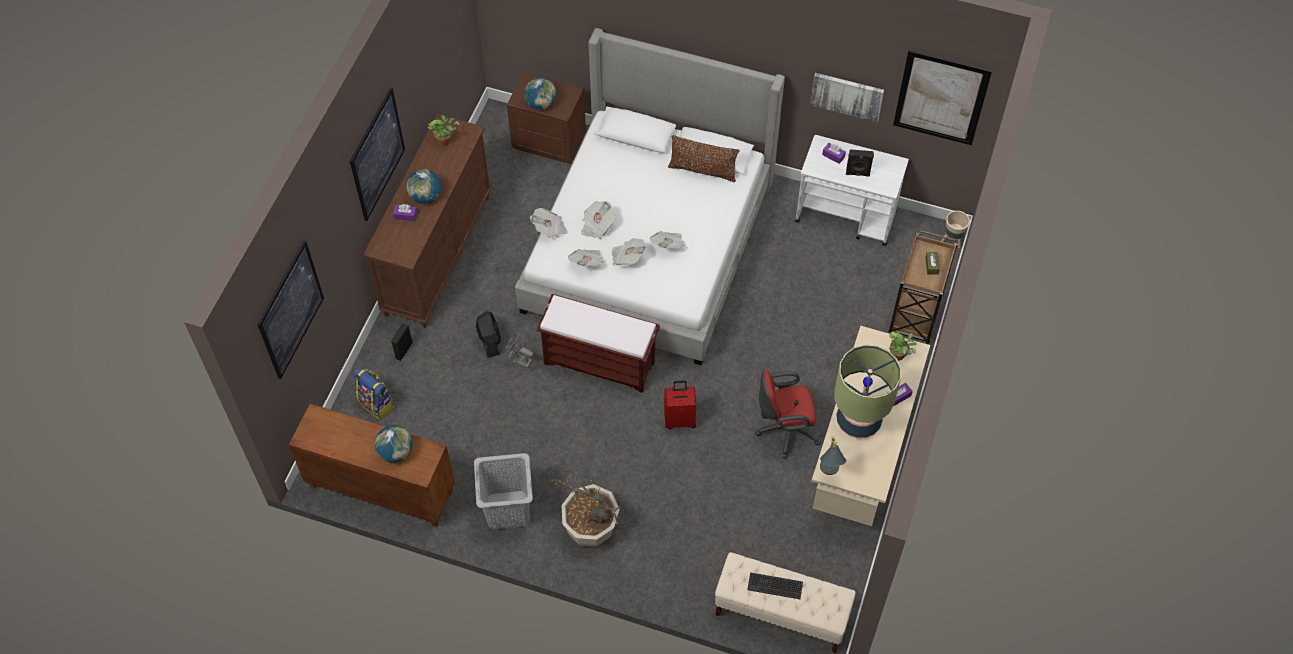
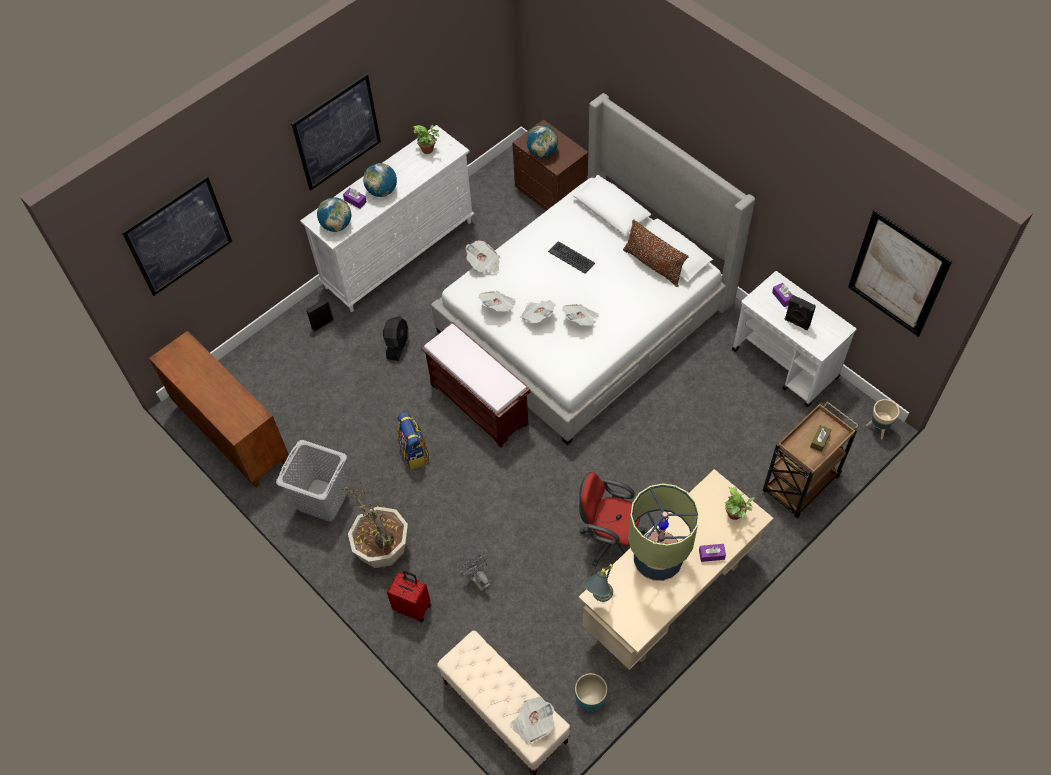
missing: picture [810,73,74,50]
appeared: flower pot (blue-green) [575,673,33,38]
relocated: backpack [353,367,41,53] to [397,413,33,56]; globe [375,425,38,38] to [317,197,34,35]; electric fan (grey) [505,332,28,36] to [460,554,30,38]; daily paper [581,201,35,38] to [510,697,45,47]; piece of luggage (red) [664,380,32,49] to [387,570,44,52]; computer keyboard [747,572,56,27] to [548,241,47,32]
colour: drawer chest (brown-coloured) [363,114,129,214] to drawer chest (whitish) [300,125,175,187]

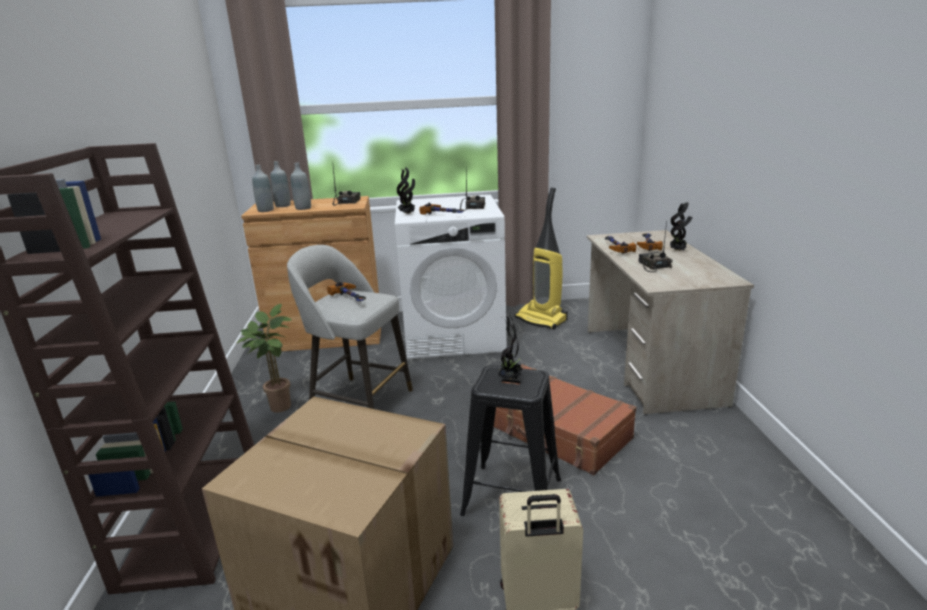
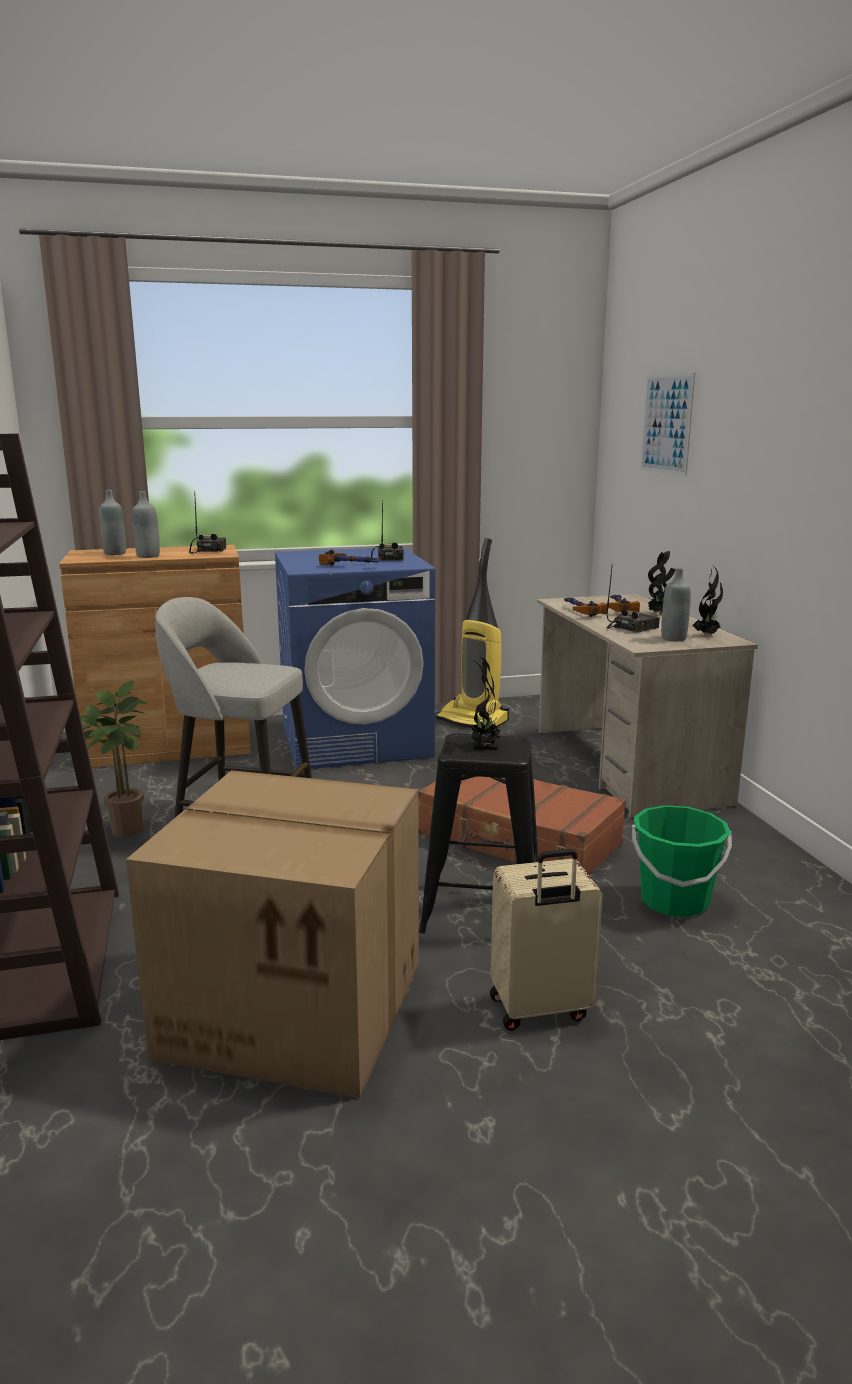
missing: tool hammer [327,282,39,19]
appeared: water bucket (green-coloured) [632,805,100,112]; picture [641,373,54,103]
relocated: bottle (grey) [252,165,22,47] to [661,568,30,73]; potted plant [397,167,18,47] to [692,566,31,69]
colour: laundry appliance (whitish) [395,195,112,164] to laundry appliance (blue) [275,547,160,222]
spun: radio [638,221,35,51] = [607,567,53,66] 75 degrees clockwise

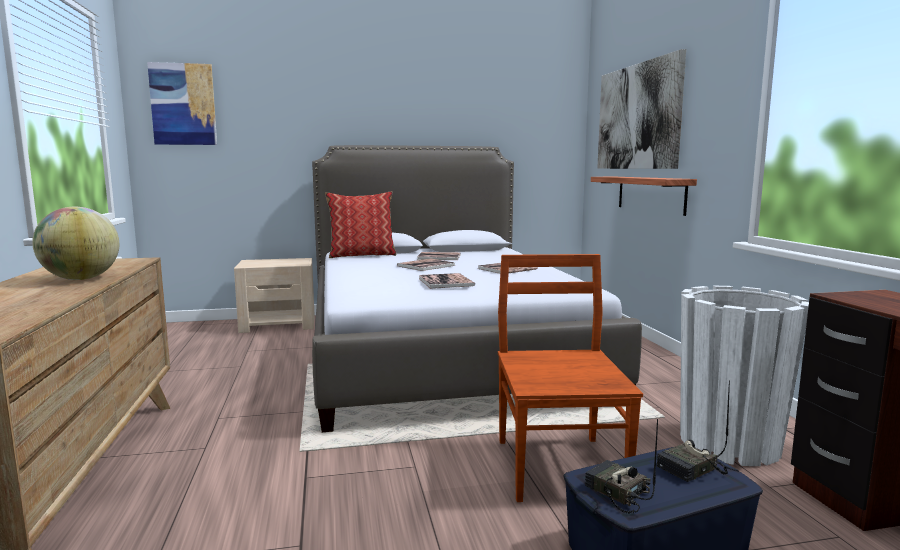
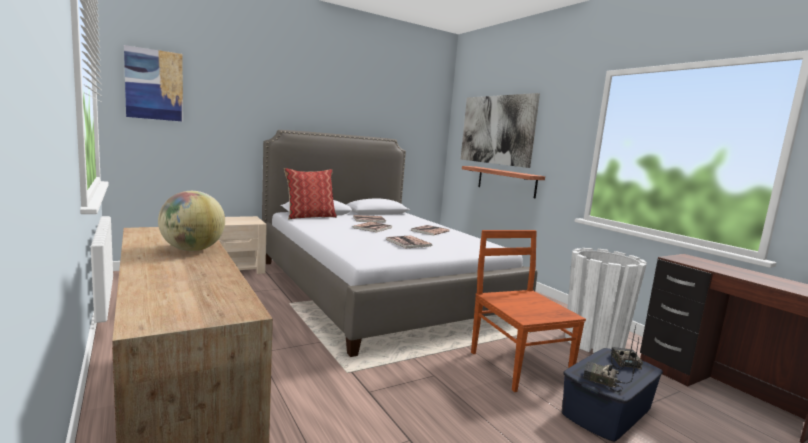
spun: radio [657,381,73,101] = [611,323,32,47] 150 degrees clockwise

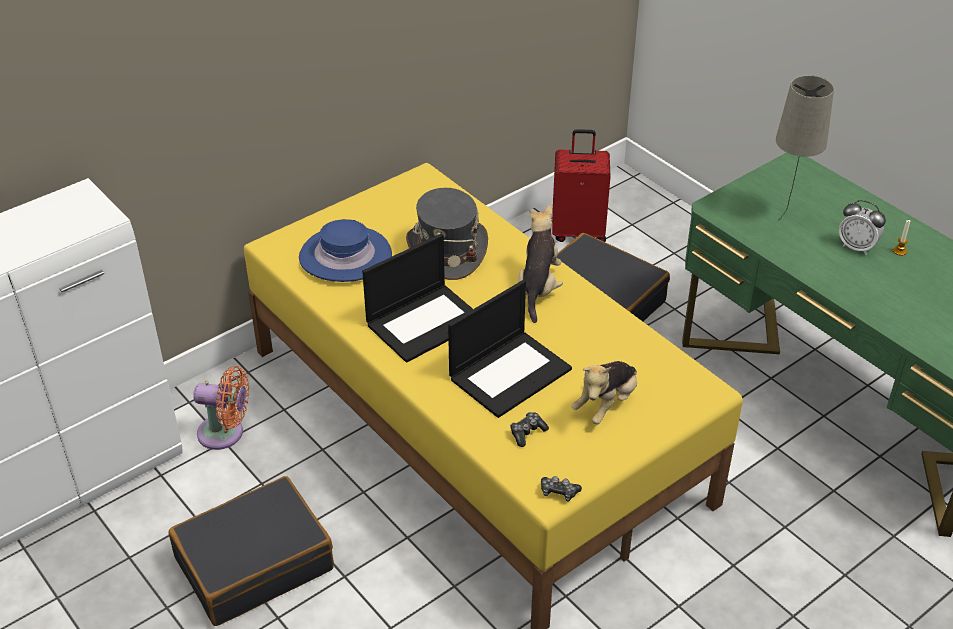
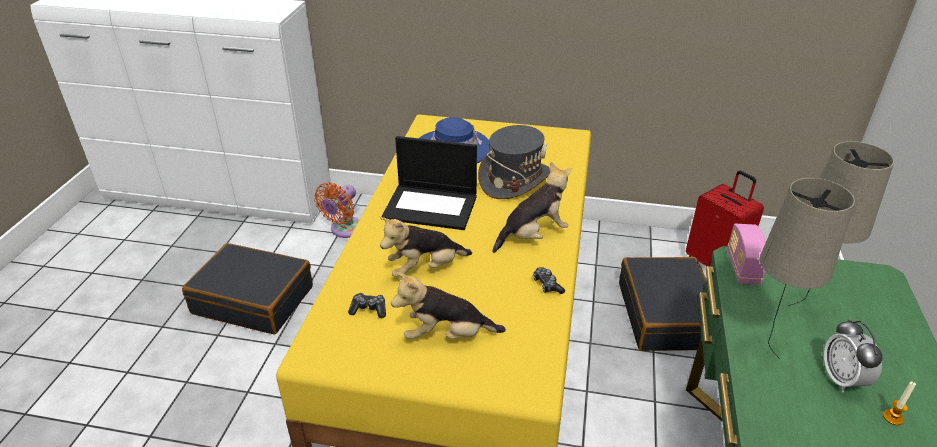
appeared: radio [727,224,39,61]; lamp for a table (beige-coloured) [760,178,95,181]
relocated: gamepad [541,476,41,25] to [533,267,32,27]
exchanged: portable computer [448,280,124,138] to cuddly toy [380,217,92,60]
spun: electric fan (orangey) [193,366,56,84] = [314,182,46,56] 60 degrees clockwise

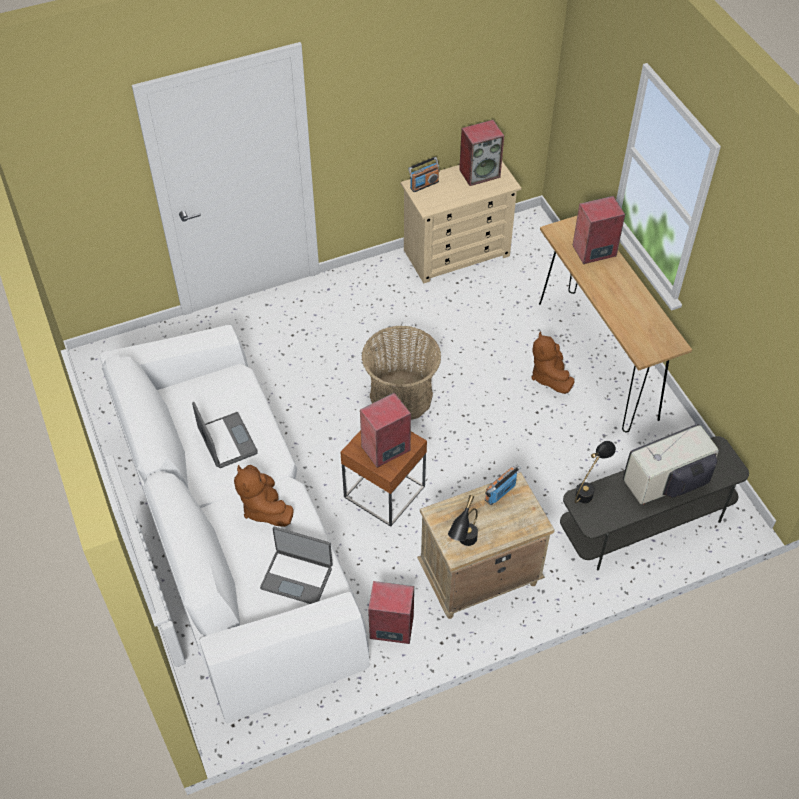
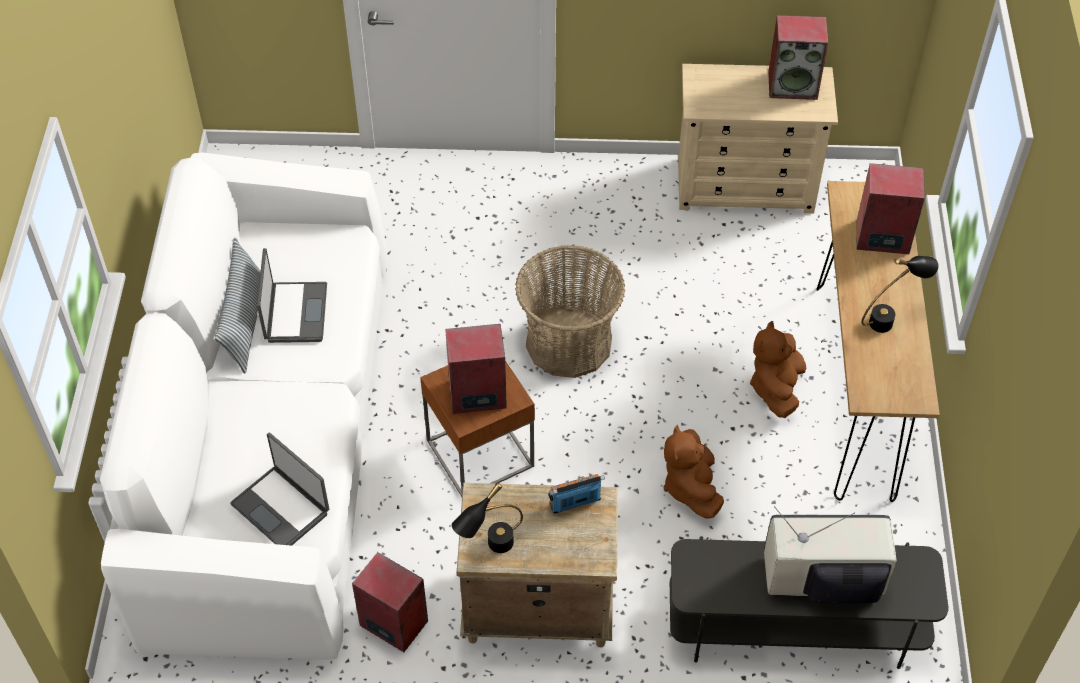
missing: radio [408,157,32,35]
appeared: throw pillow [215,238,46,136]
relocated: cuddly toy (brown-coloured) [234,465,60,62] to [664,425,60,94]; lamp for a table (black-coloured) [575,441,41,62] to [861,256,78,77]

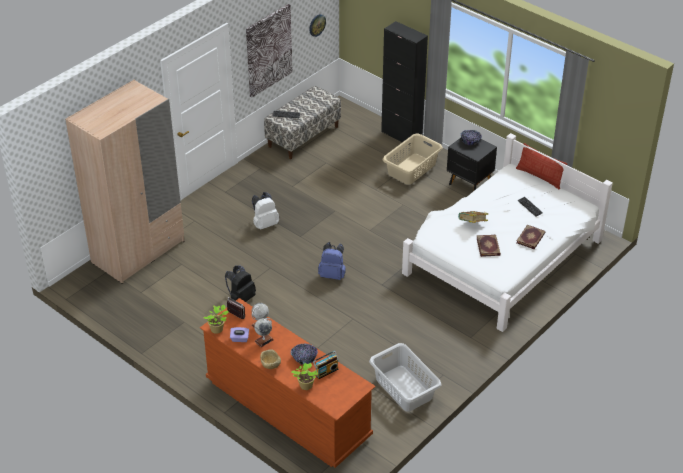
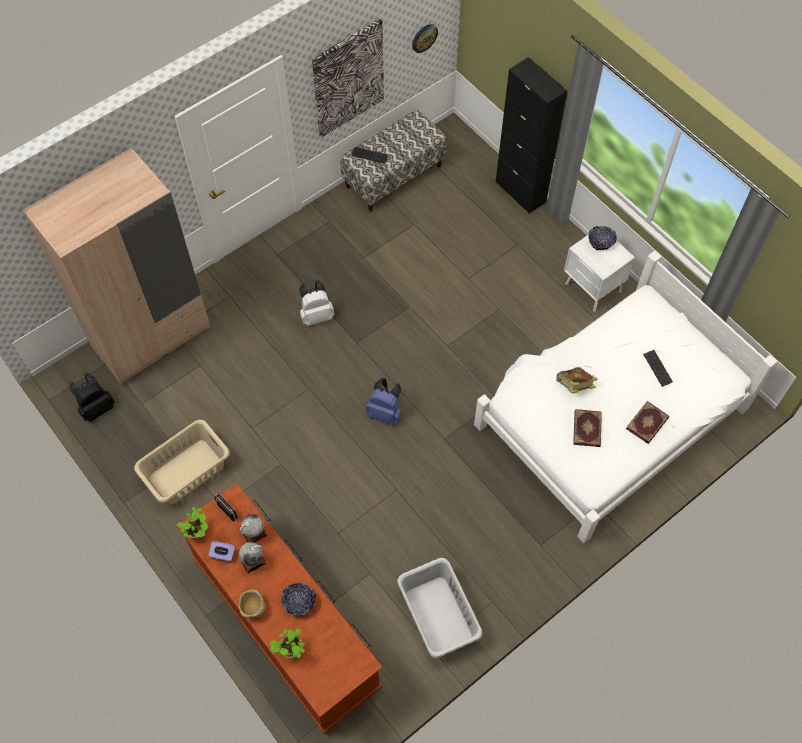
missing: radio [313,351,26,28]; throw pillow [516,143,52,46]
relocated: backpack (black-coloured) [225,266,31,36] to [70,373,45,49]; washing basket (beige-coloured) [382,134,61,51] to [134,420,96,84]
colour: bedside table (black-coloured) [447,138,50,53] to bedside table (whitish) [564,235,71,77]

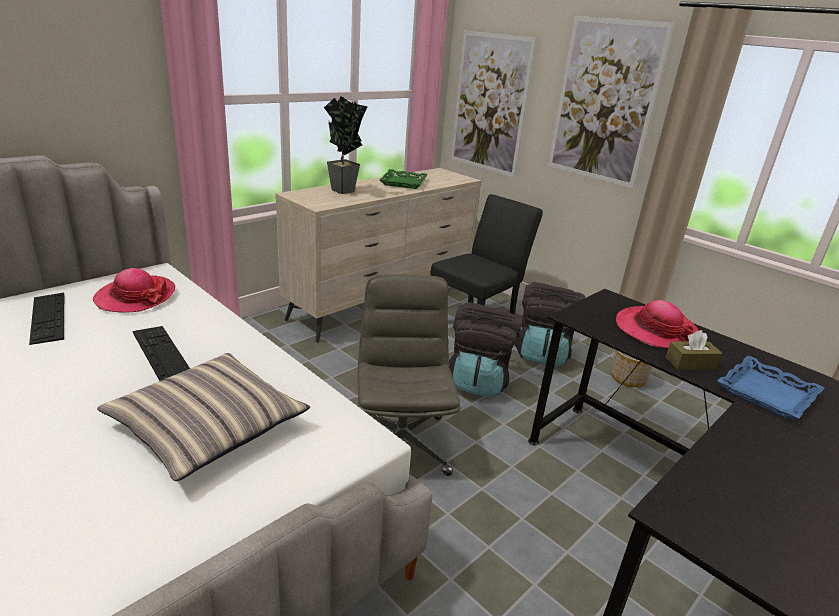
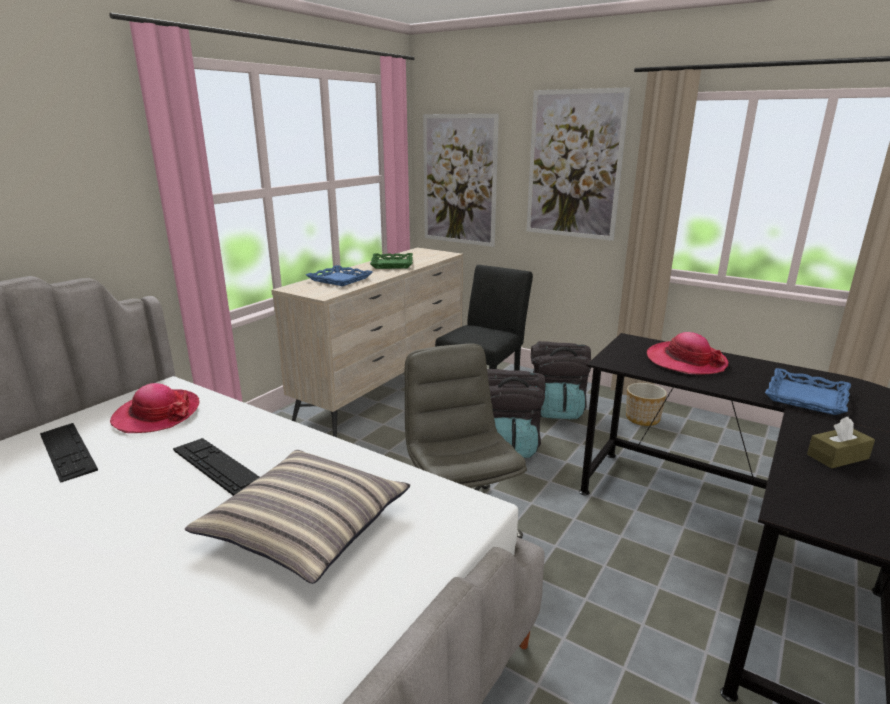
relocated: tissue holder (brown-coloured) [665,330,58,40] to [807,417,68,52]
exchanged: potted plant [324,96,44,98] to carrying tray (blue) [306,265,67,21]

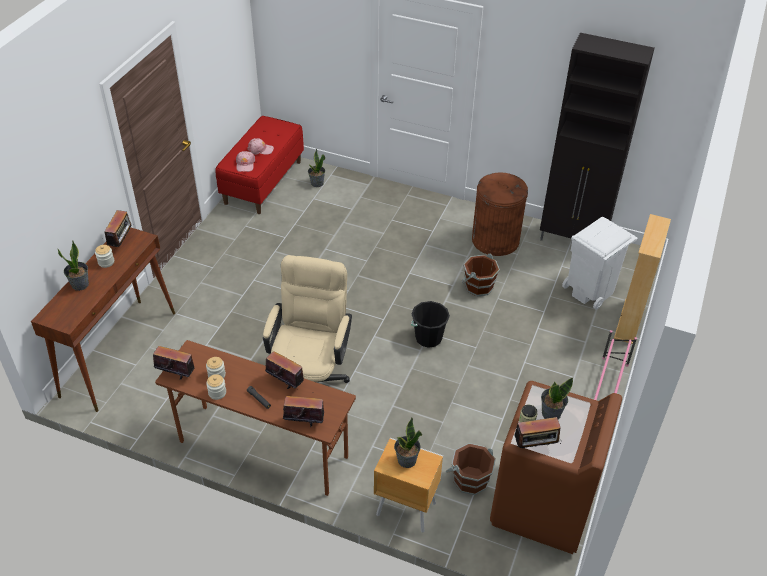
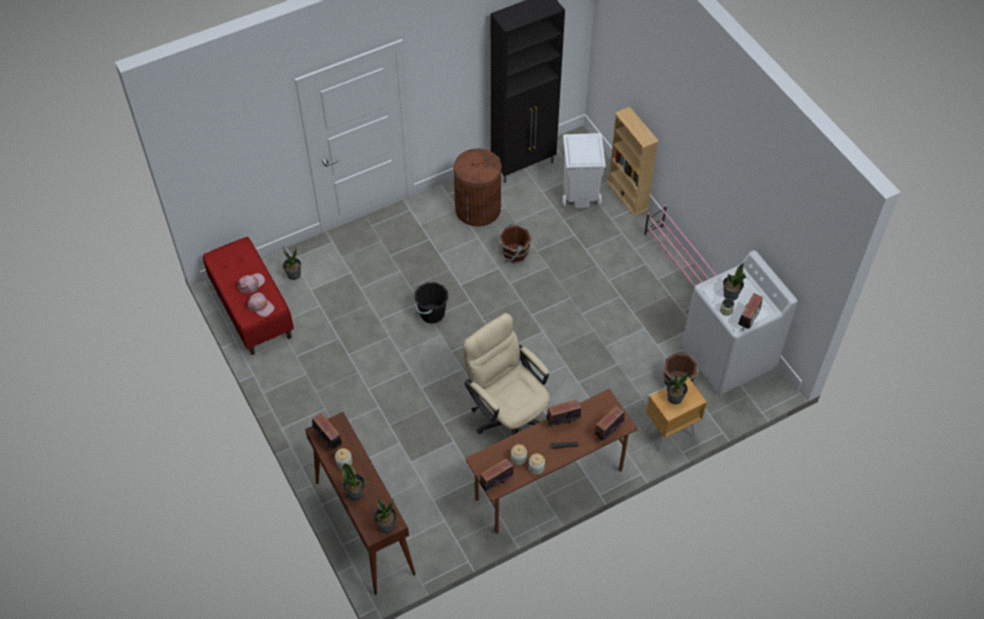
appeared: potted plant [374,495,23,38]
relocated: water bucket (black-coloured) [411,301,39,47] to [414,282,34,41]
colour: laundry appliance (brown-coloured) [490,381,132,173] to laundry appliance (whitish) [682,250,116,145]

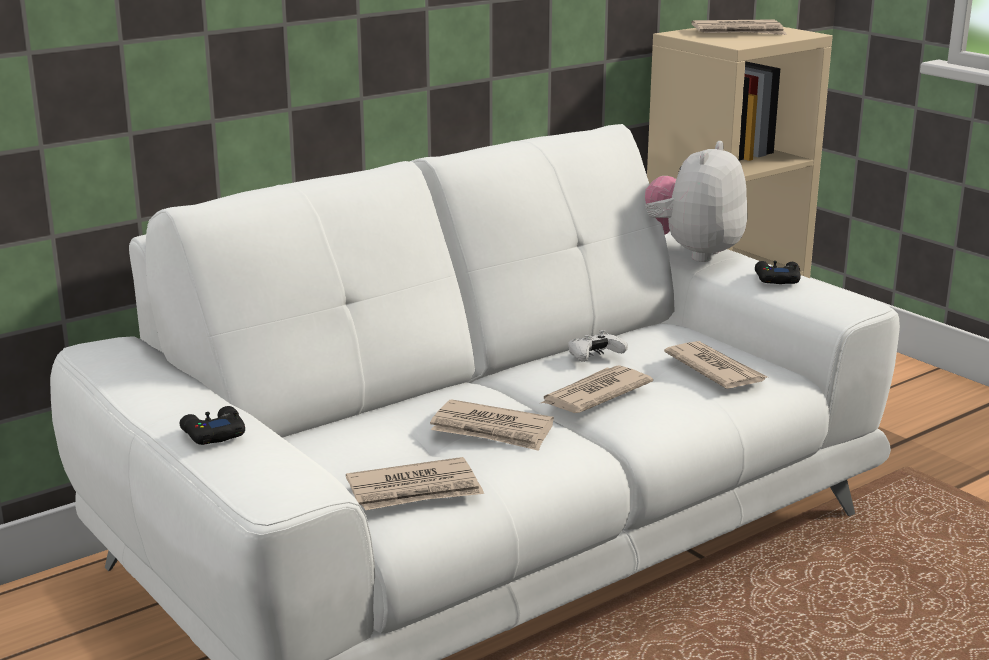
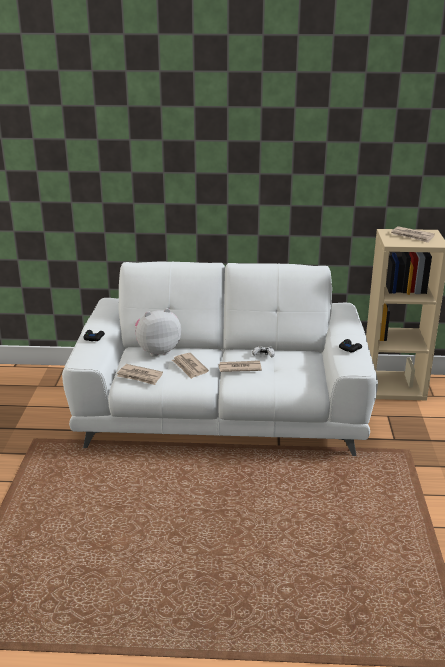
missing: daily paper [664,341,103,48]
relocated: cuddly toy [645,141,102,121] to [135,308,46,49]

